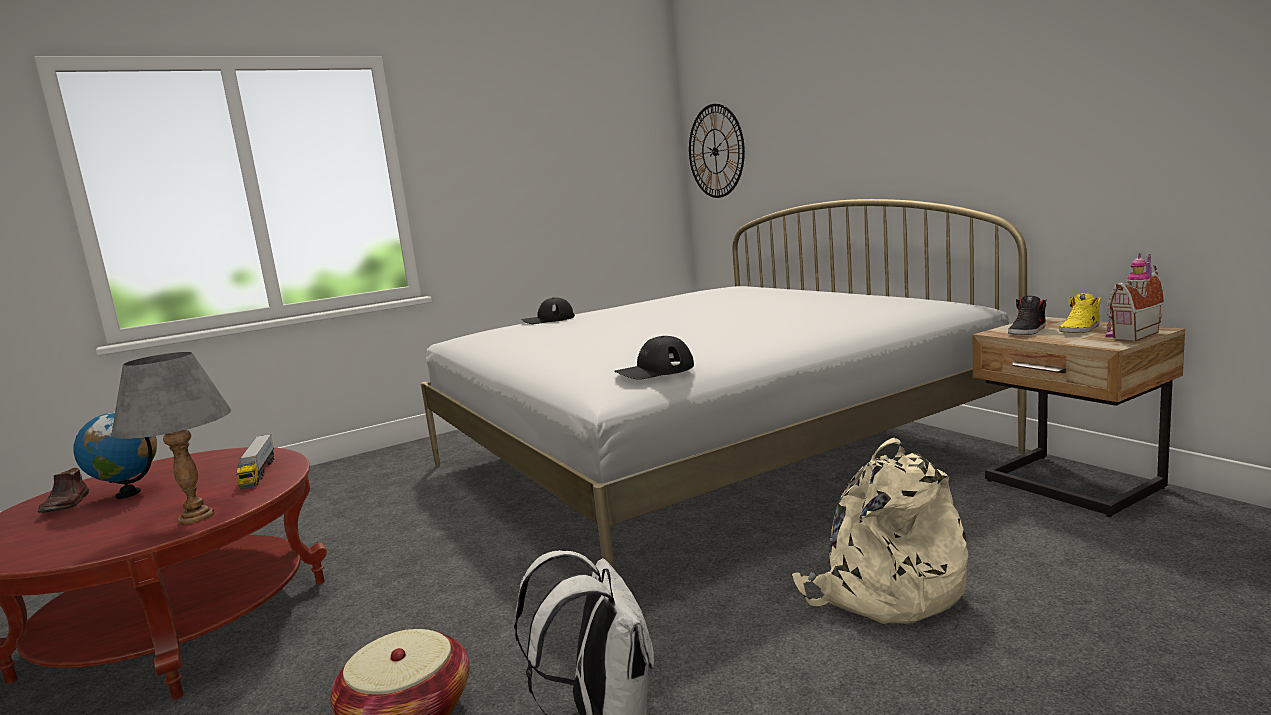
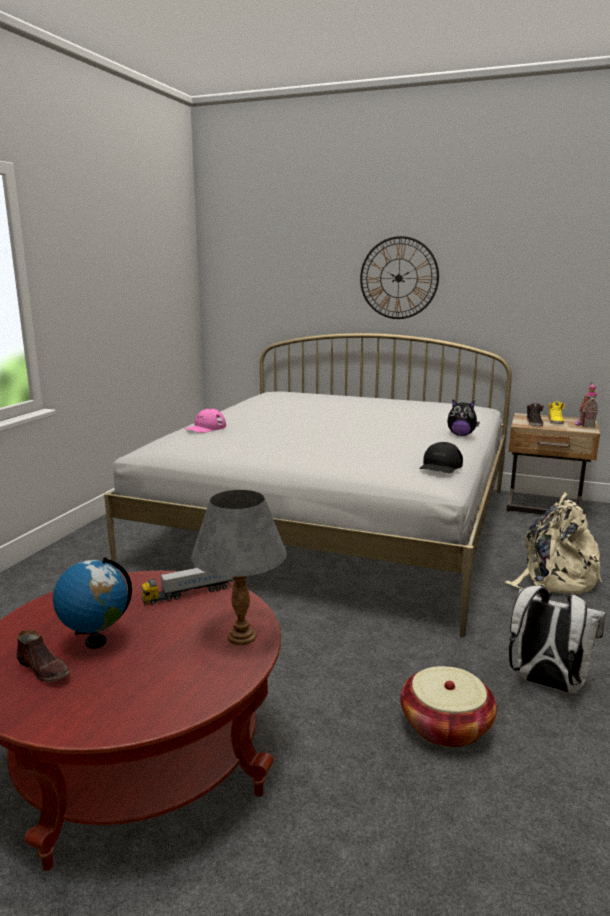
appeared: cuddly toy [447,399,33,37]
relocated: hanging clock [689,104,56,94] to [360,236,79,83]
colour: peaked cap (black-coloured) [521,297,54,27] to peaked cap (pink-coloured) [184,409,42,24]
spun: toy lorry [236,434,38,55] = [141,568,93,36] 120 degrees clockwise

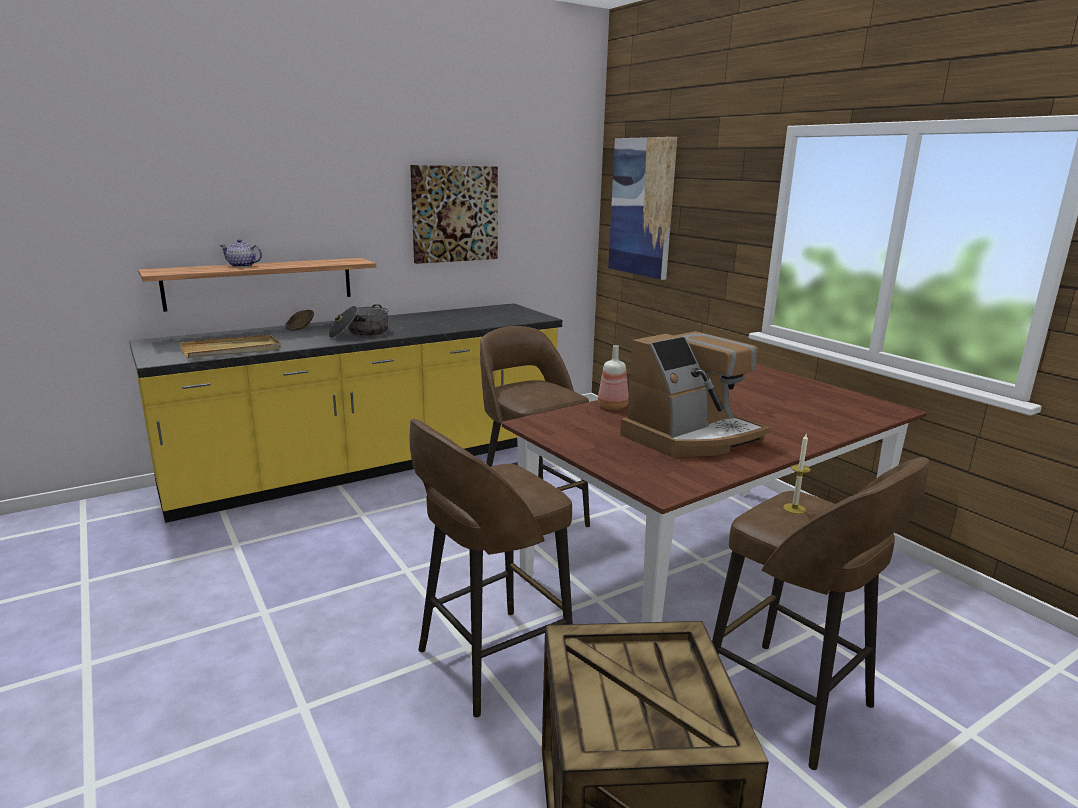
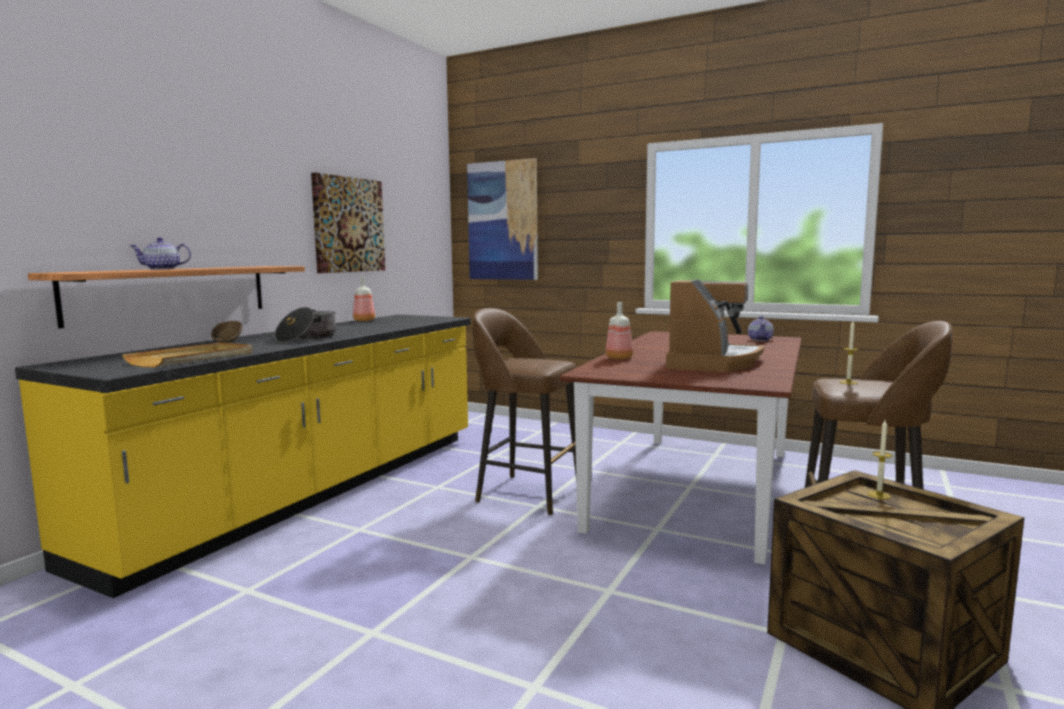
missing: sitting stool (brown-coloured) [410,419,163,299]
appeared: bottle [353,276,22,45]; teapot [748,316,26,25]; wax candle [868,420,25,79]

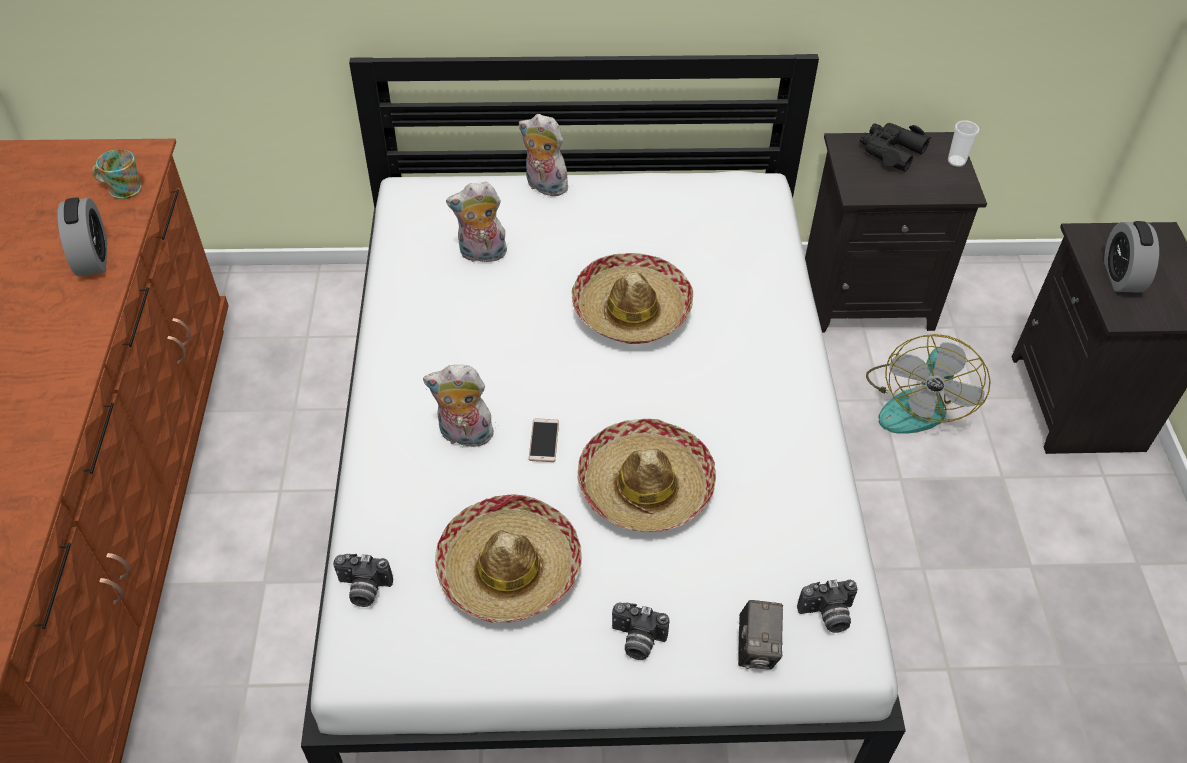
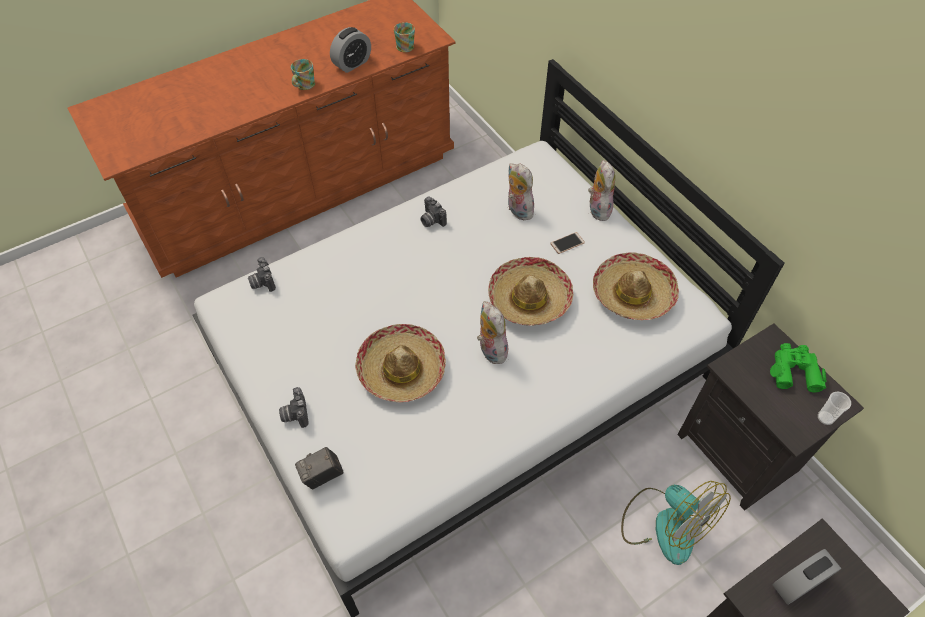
appeared: tea mug [291,59,24,31]
relocated: cuddly toy [423,365,74,83] to [477,301,31,63]; hat [435,494,147,129] to [593,252,86,68]; phone [529,418,30,44] to [550,232,35,22]; still camera [797,580,61,53] to [420,197,27,30]
colour: field glasses (black-coloured) [860,123,71,49] to field glasses (green-coloured) [770,343,56,49]
spun: electric fan [866,334,125,100] = [621,481,110,84] 120 degrees counterclockwise

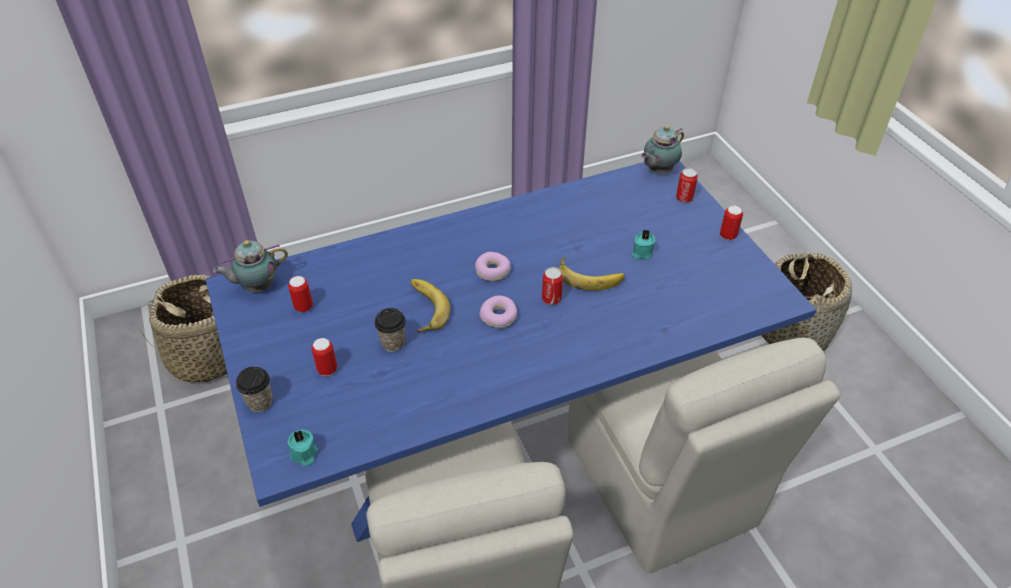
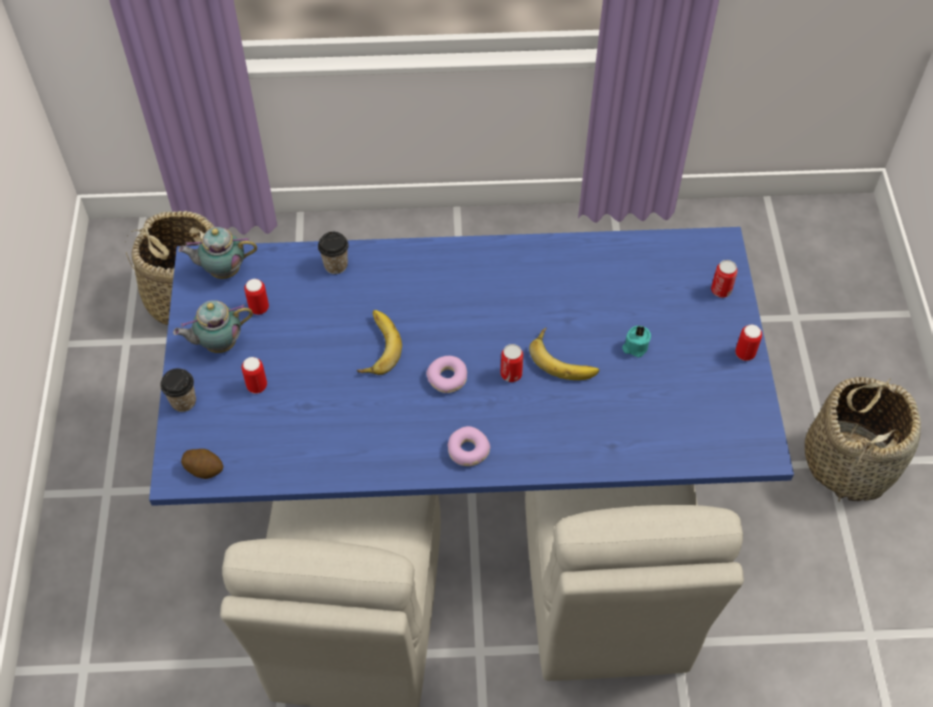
relocated: small cup [374,308,32,44] to [318,232,31,42]; donut [475,252,36,29] to [448,426,42,40]; teapot [641,125,43,48] to [173,300,80,53]
exchanged: wax candle (blue-green) [287,429,31,38] to spud [181,449,42,30]

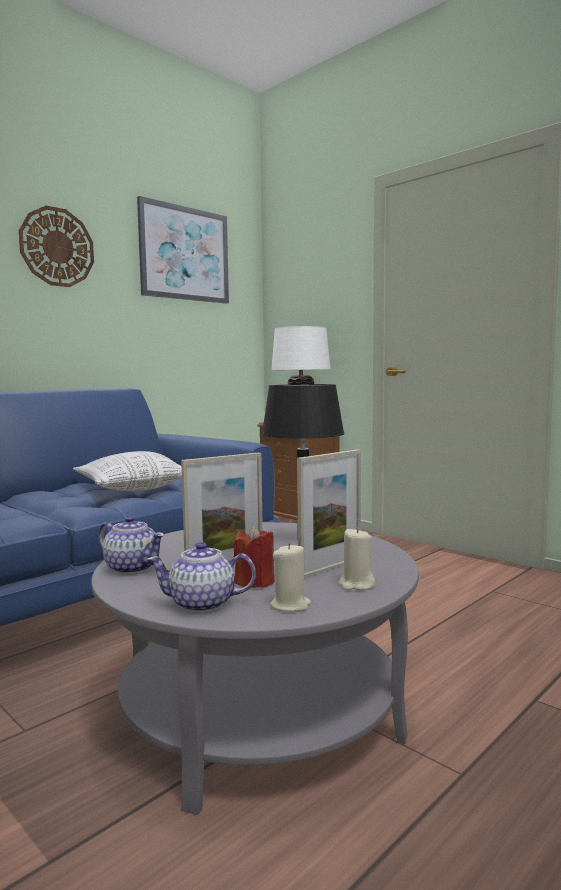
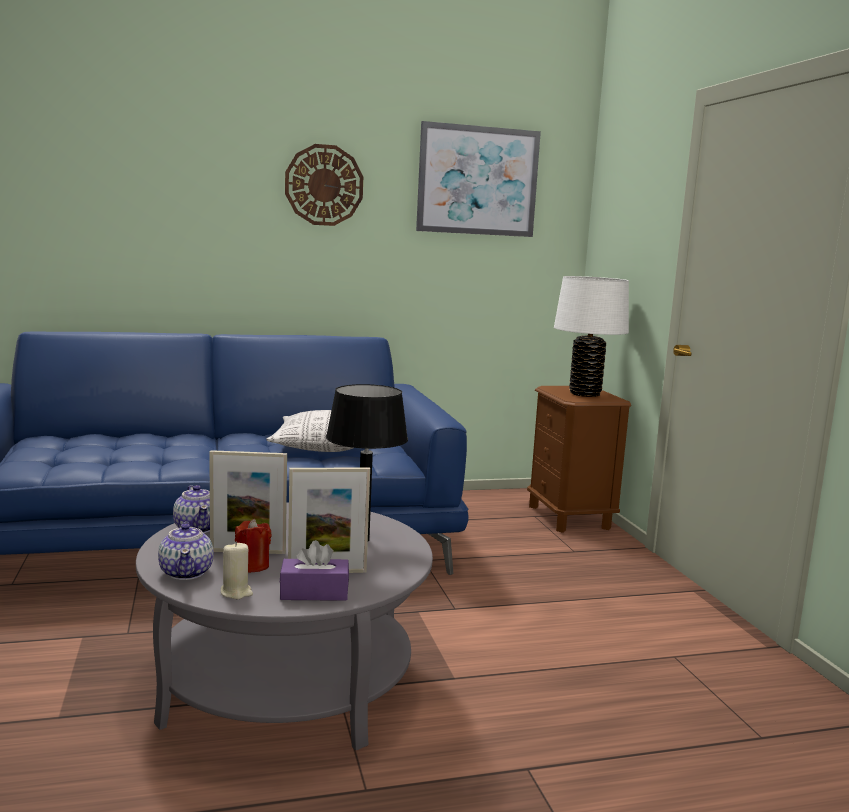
exchanged: wax candle (beige-coloured) [339,527,37,63] to tissue holder (purplish) [279,540,70,61]
spun: teapot [147,542,109,71] = [158,522,56,58] 135 degrees counterclockwise

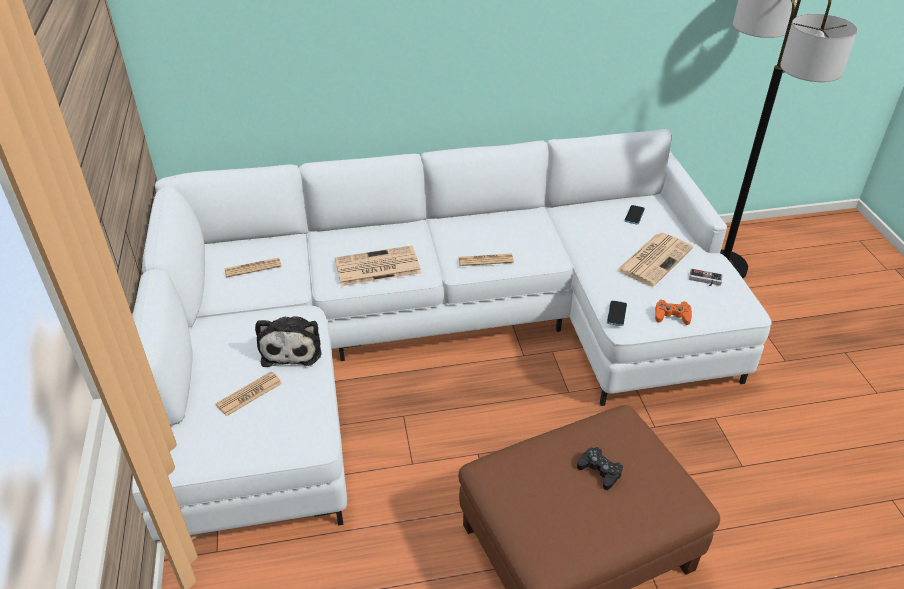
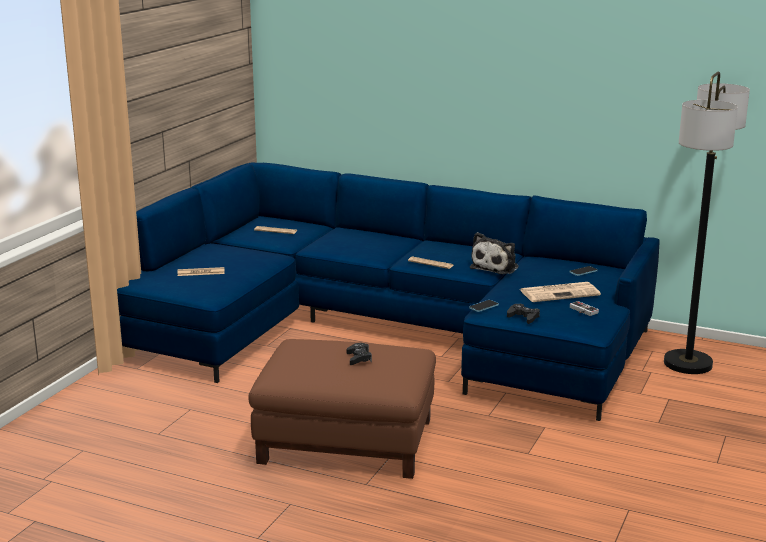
missing: daily paper [335,245,86,41]
relocated: cuddly toy [255,316,67,51] to [470,232,49,42]
colour: sofa (whitish) [132,129,640,412] to sofa (blue) [117,162,543,259]; gamepad (orangey) [655,300,37,25] to gamepad (black-coloured) [507,304,33,20]

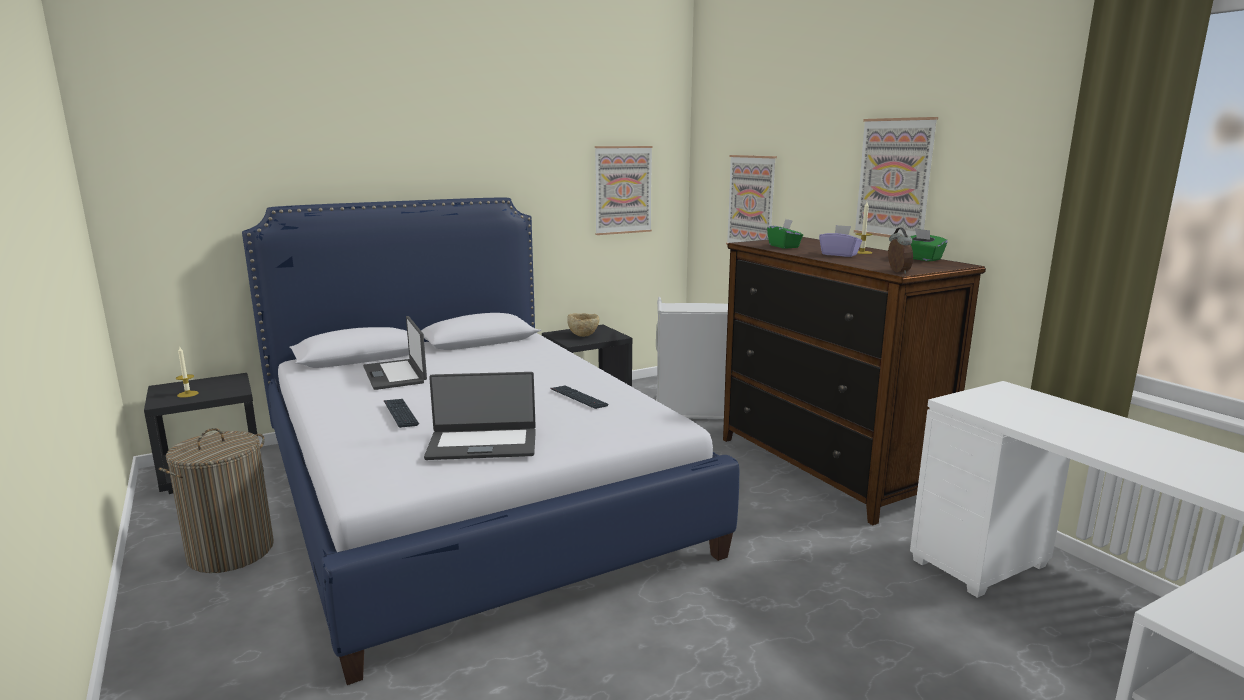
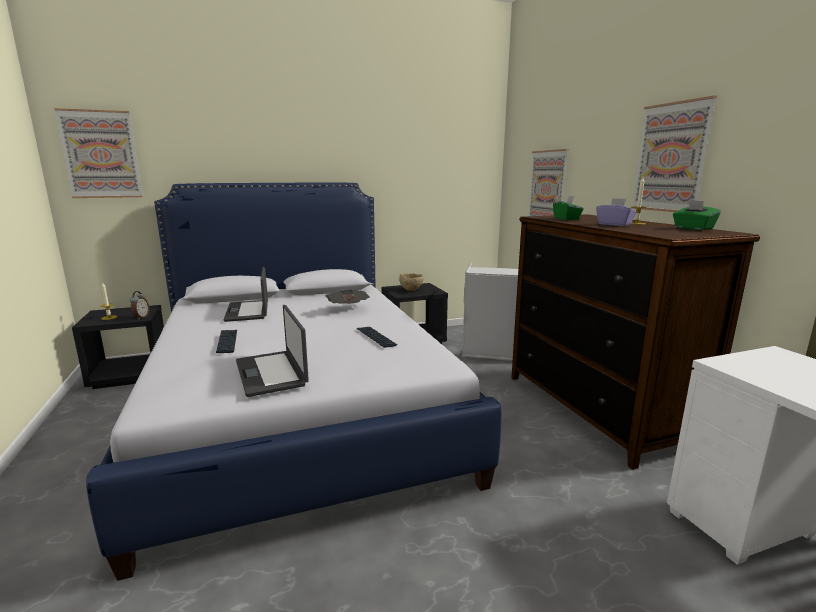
missing: washing basket [159,428,115,145]
appeared: daily paper [325,290,45,14]
relocated: picture [595,146,58,89] to [54,108,89,90]; bedside clock [888,227,25,47] to [130,291,19,29]
spun: portable computer [424,372,112,88] = [236,305,73,92] 60 degrees clockwise

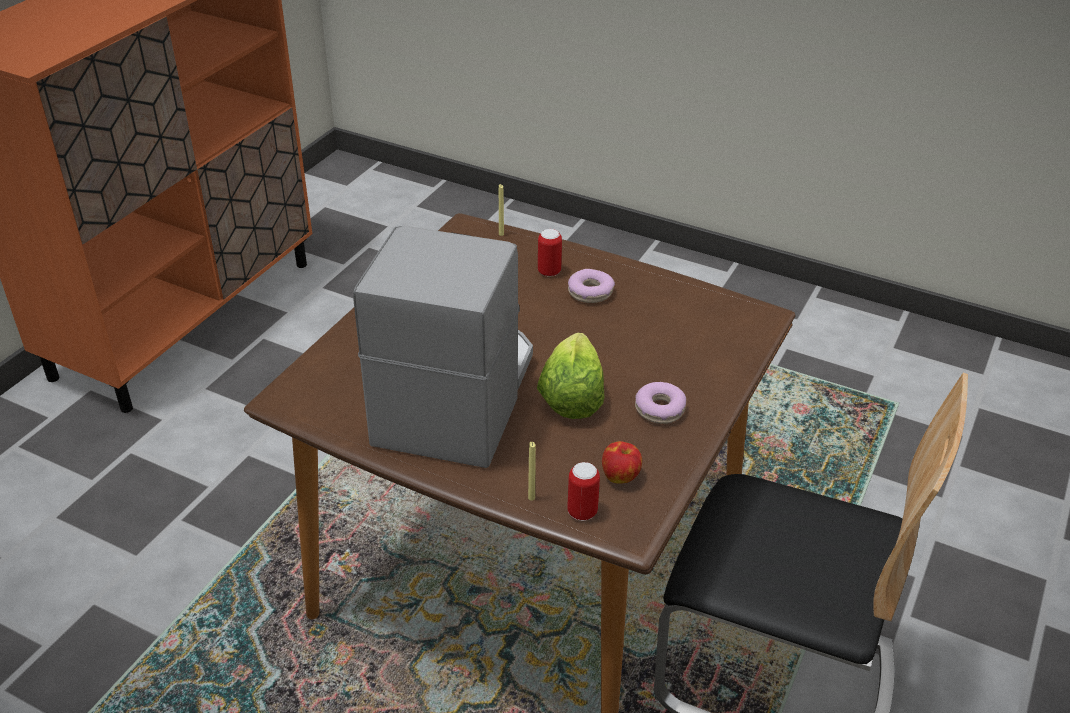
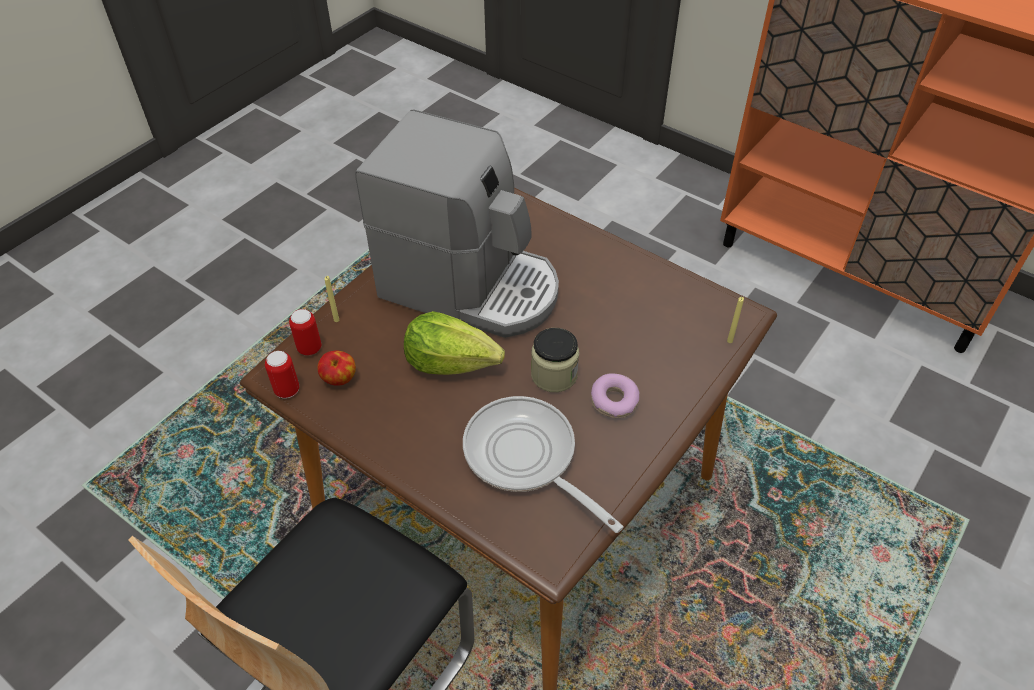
missing: donut [635,382,51,42]
appeared: frying pan [463,396,161,137]; storage jar [531,328,48,64]
relocated: metal can [538,229,24,48] to [265,351,34,48]

